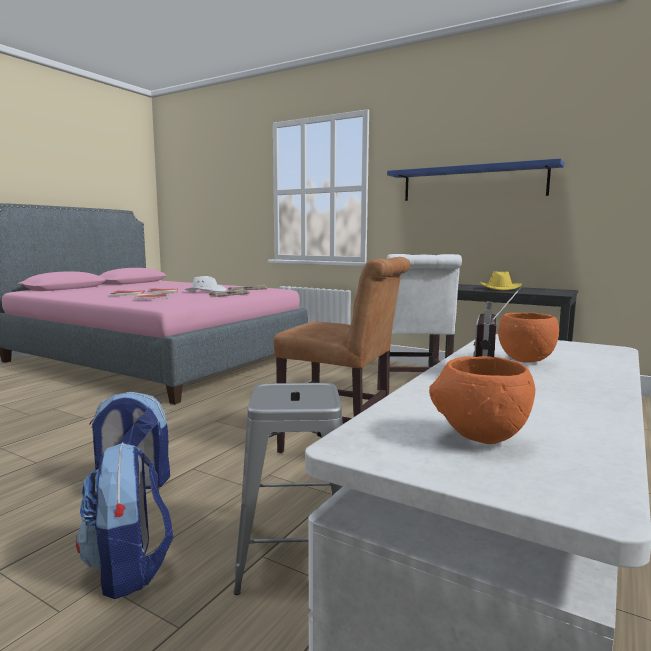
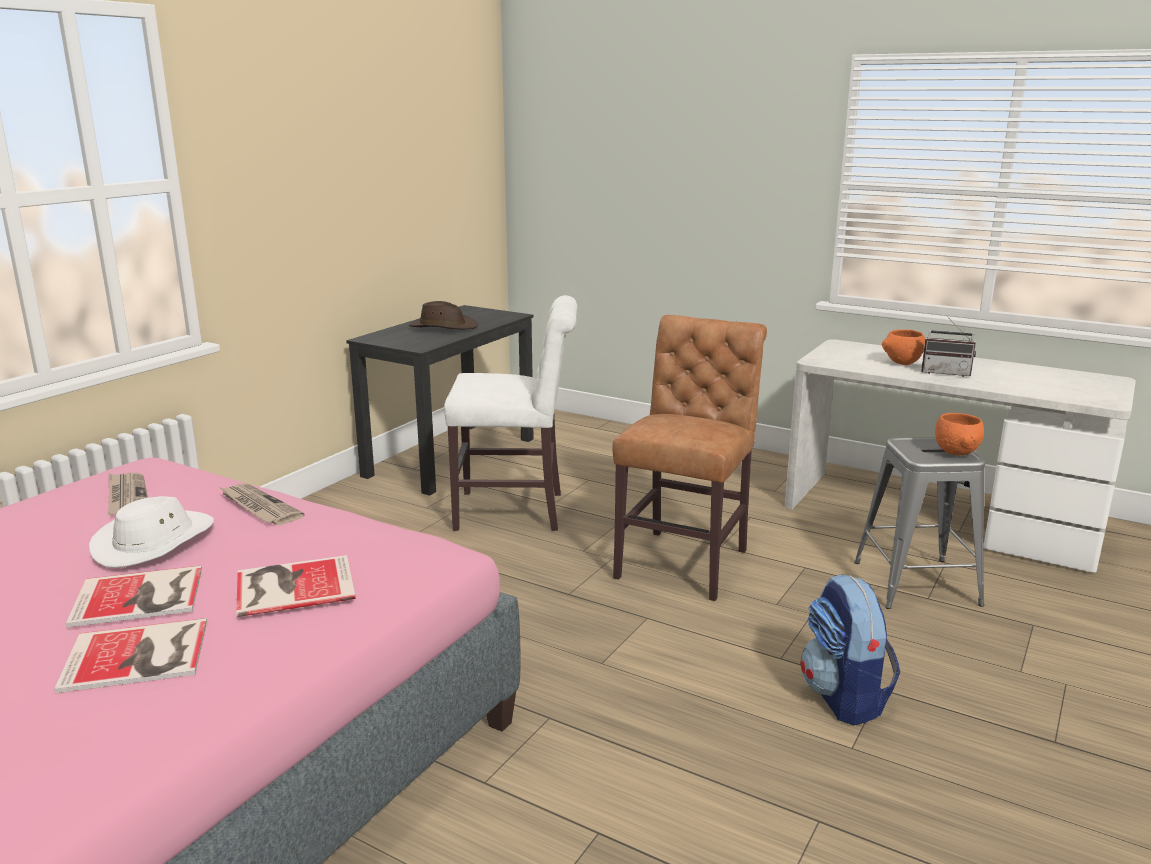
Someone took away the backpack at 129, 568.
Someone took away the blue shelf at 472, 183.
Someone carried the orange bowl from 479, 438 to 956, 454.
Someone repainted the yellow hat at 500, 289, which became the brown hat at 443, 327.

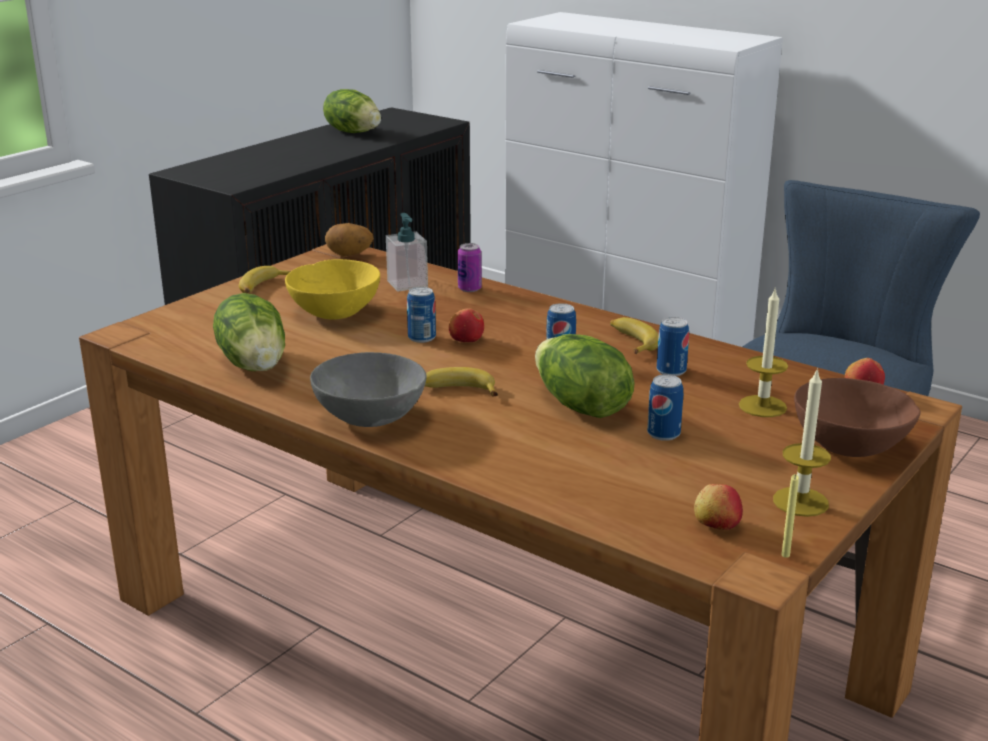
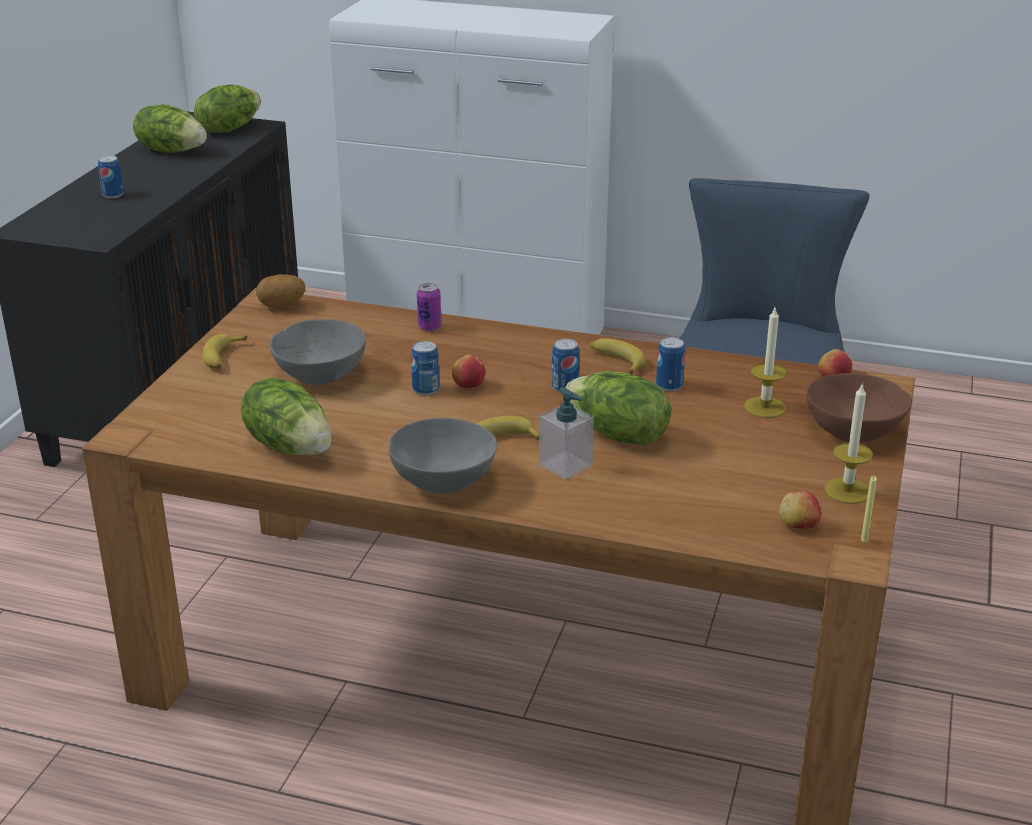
Someone put down the lettuce at 229, 128.
Someone carried the soap dispenser from 407, 284 to 565, 465.
Someone carried the can from 663, 434 to 113, 195.
Someone repainted the yellow bowl at 334, 312, which became the grey bowl at 320, 375.

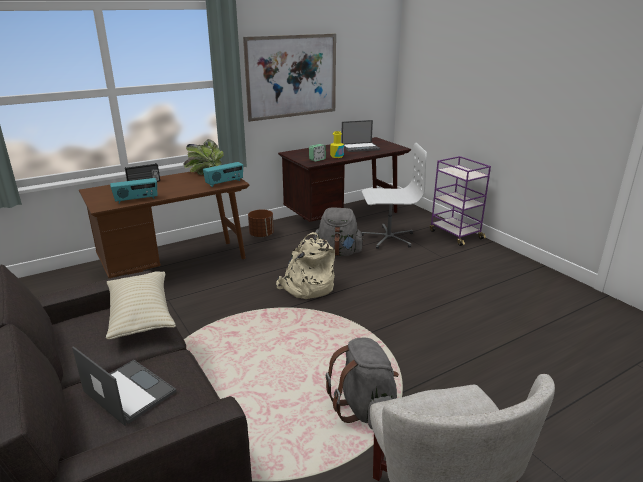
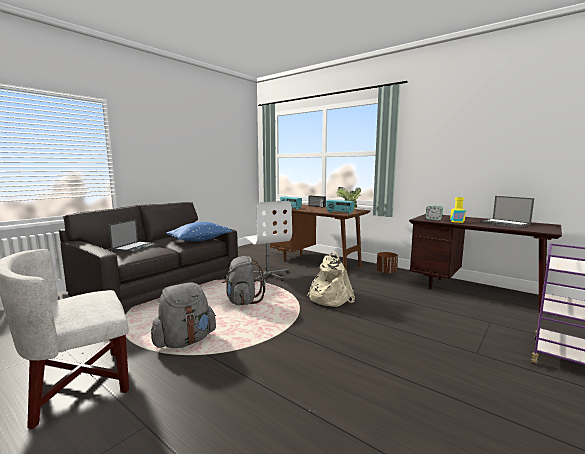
Someone took away the picture at 292, 76.
Someone carried the grey backpack from 338, 253 to 242, 301.
Someone carried the white office chair from 388, 238 to 267, 275.
Someone repainted the beige pillow at 141, 315, which became the blue pillow at 200, 240.

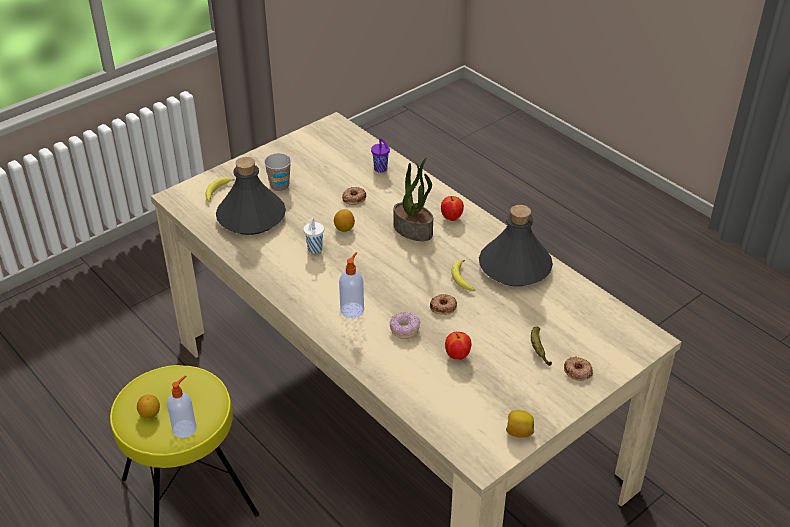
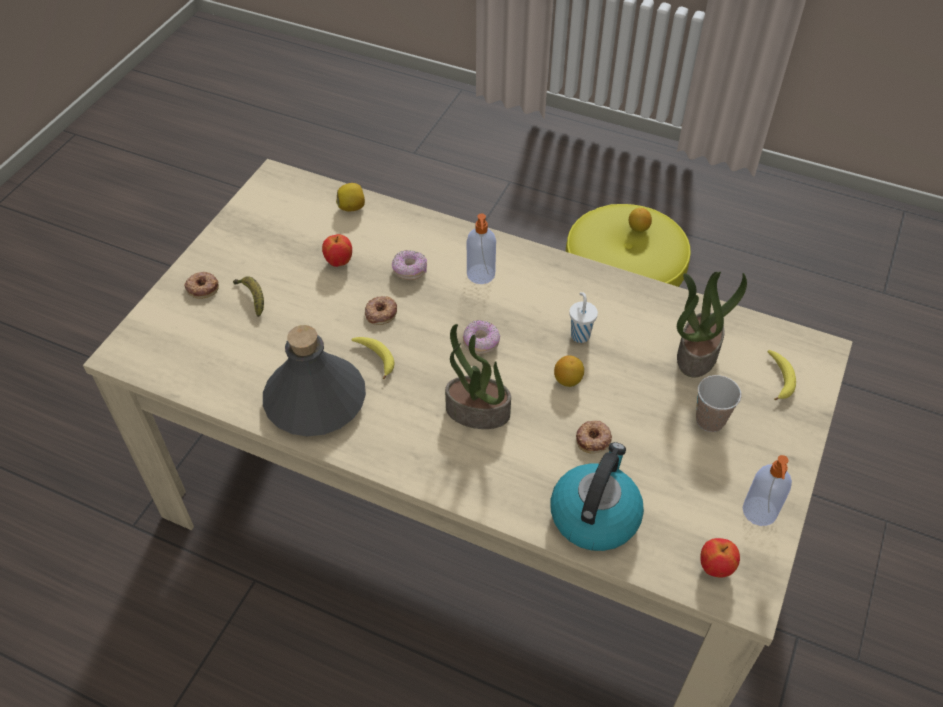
Someone put down the donut at 481, 343.
Someone carried the soap dispenser from 185, 428 to 759, 512.
Someone carried the apple from 451, 218 to 715, 568.
Someone carried the lemon from 518, 432 to 352, 207.
Someone swapped the grey bottle at 251, 218 for the potted plant at 696, 353.
Someone swapped the purple cup at 381, 169 for the kettle at 594, 515.

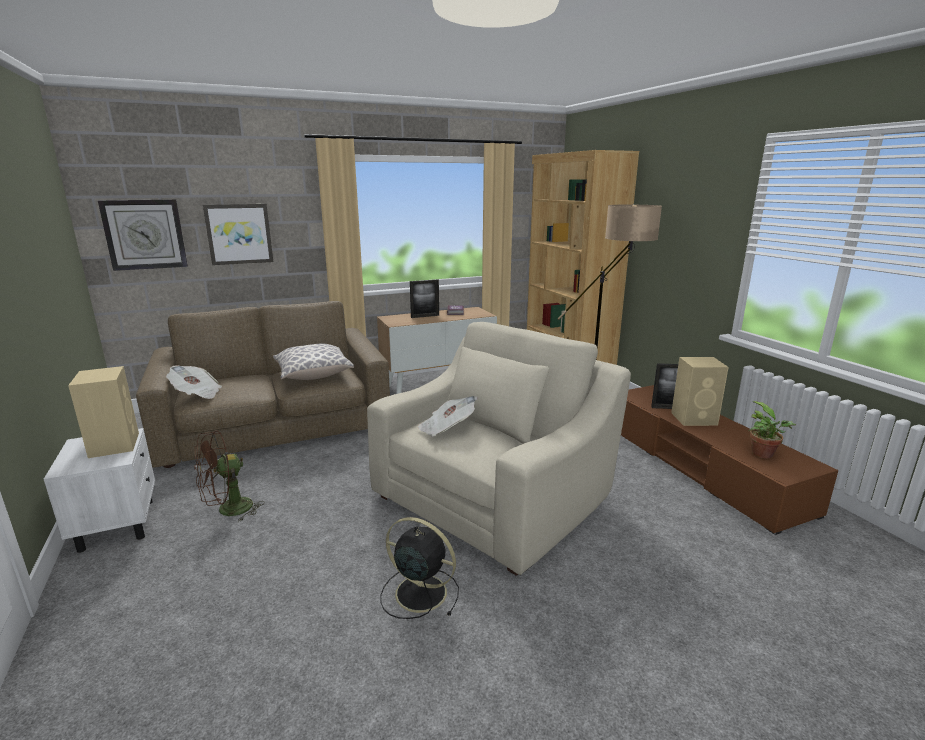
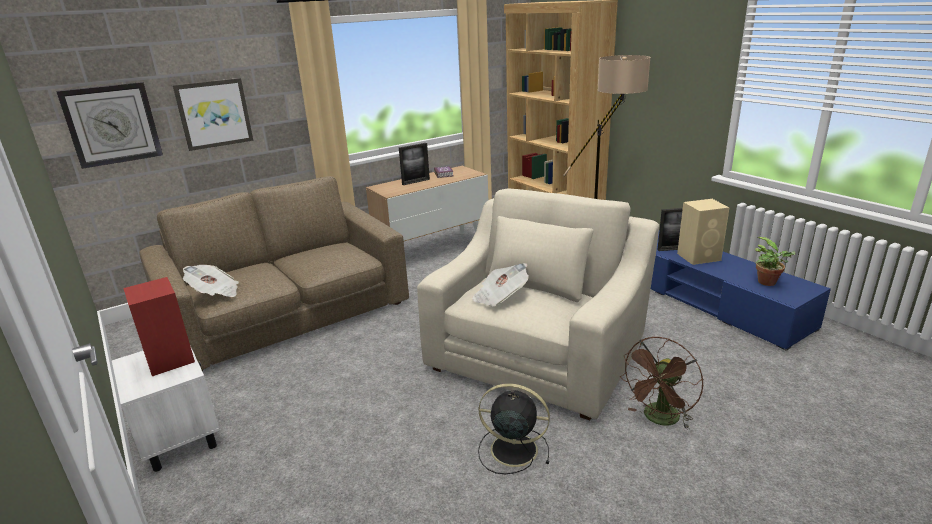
Someone took away the pillow at 313, 375.
Someone carried the brown fan from 228, 511 to 659, 420.
Someone repainted the beige speaker at 114, 444, which became the red speaker at 169, 358.
Someone repainted the brown tv stand at 700, 467, which became the blue tv stand at 707, 300.

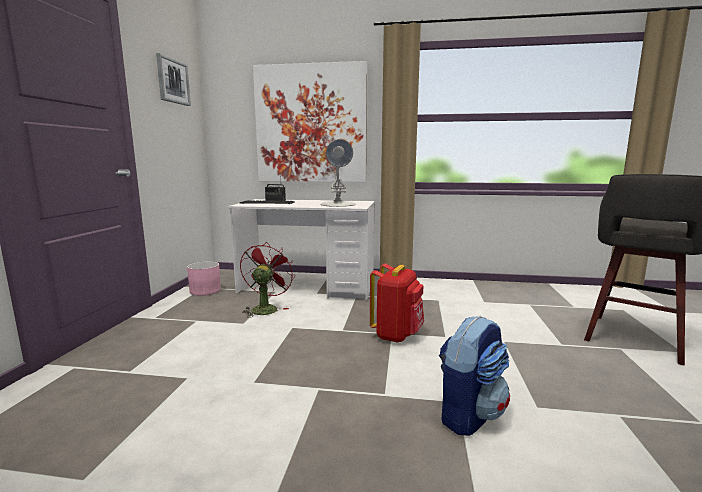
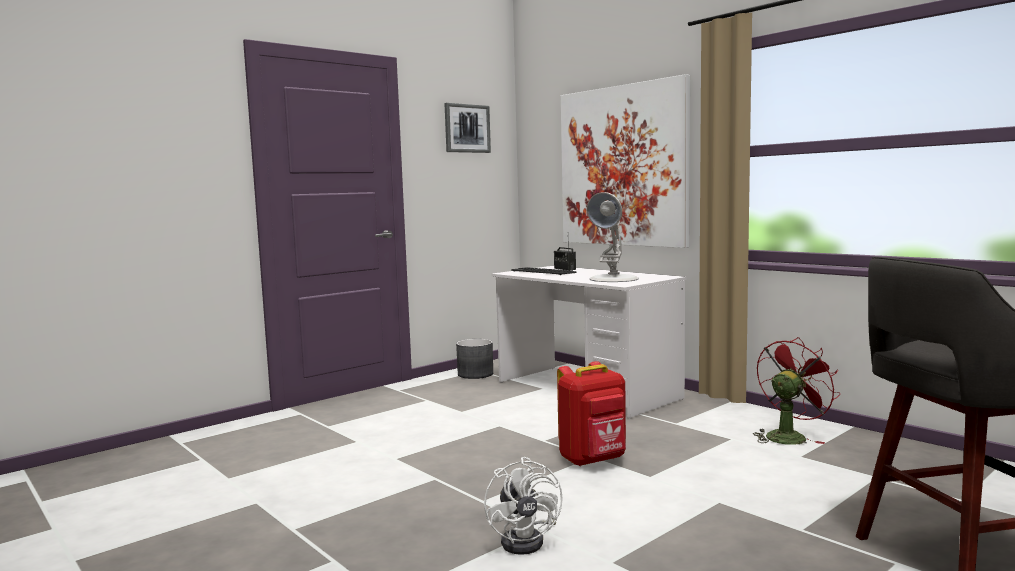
Someone carried the red fan from 266, 308 to 789, 436.
Someone swapped the backpack at 469, 414 for the white fan at 528, 540.
Someone repainted the pink planter at 205, 290, which became the grey planter at 475, 374.

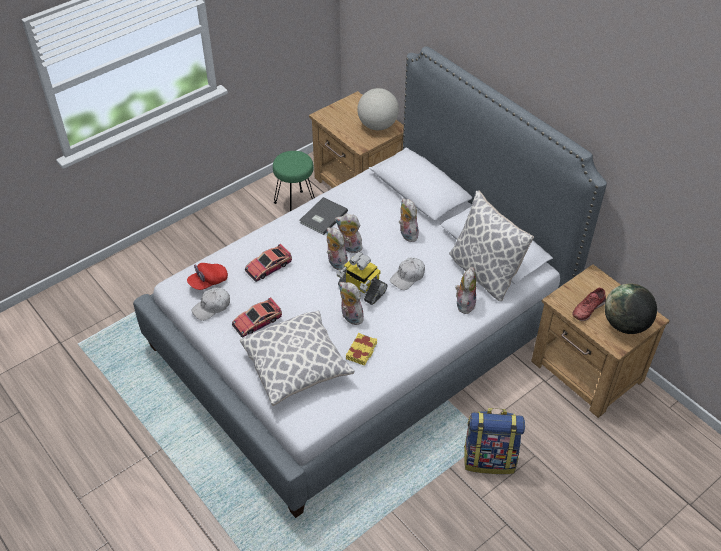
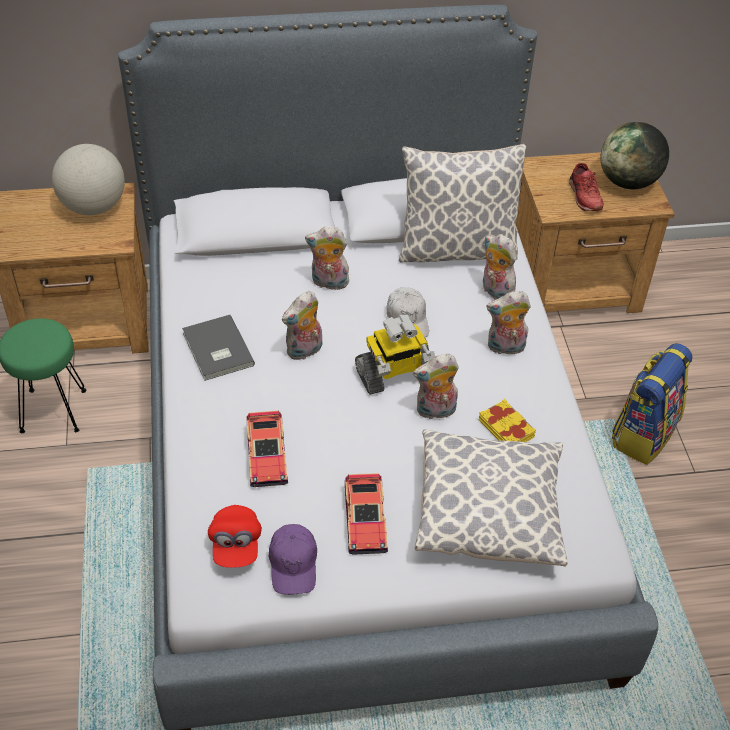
Someone carried the plush toy from 335, 263 to 505, 348.
Someone repainted the white cap at 212, 307, which became the purple cap at 293, 564.

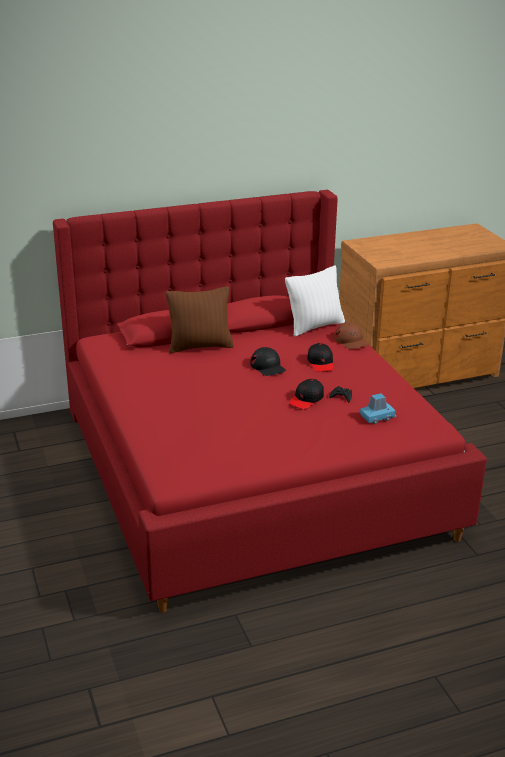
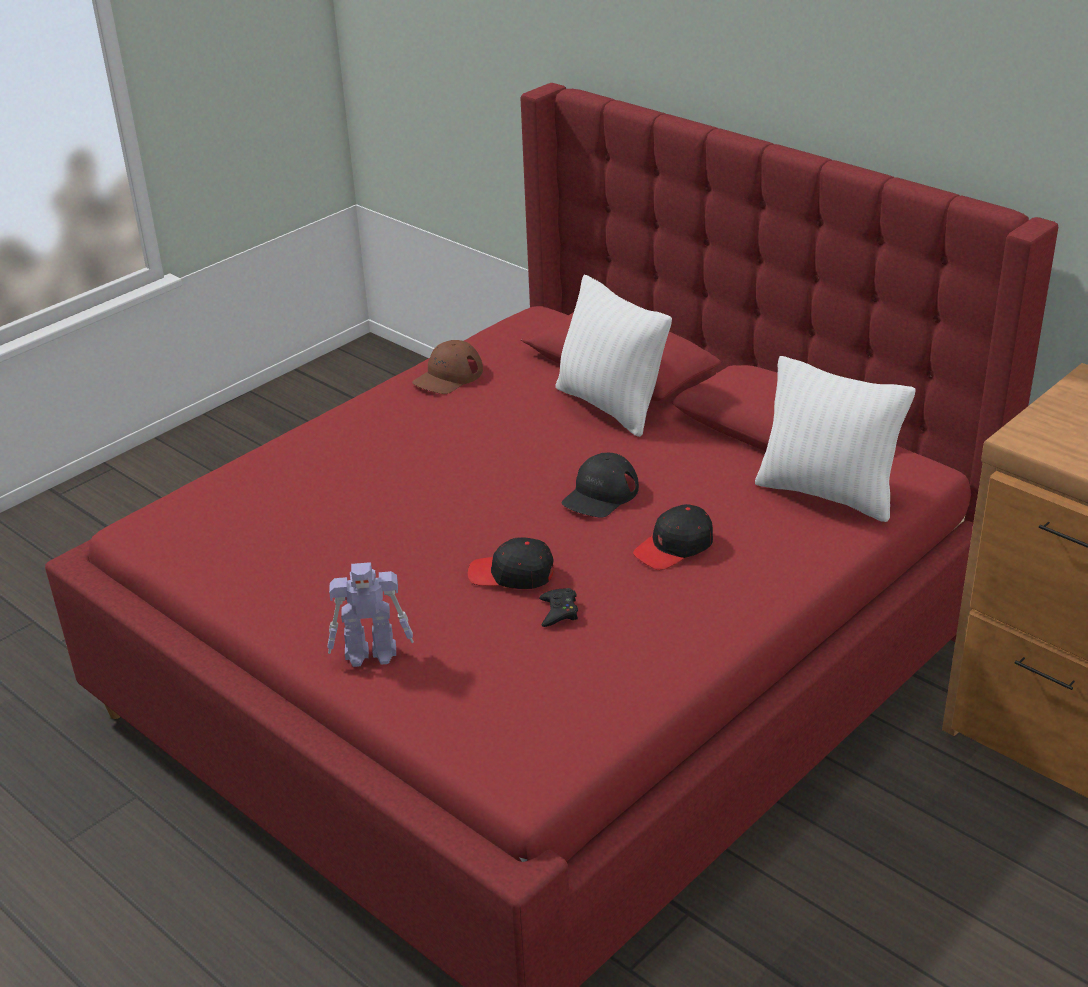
Someone took away the blue toy car at 377, 417.
Someone put down the toy robot at 372, 654.
Someone carried the brown cap from 351, 341 to 448, 376.
Someone repainted the brown pillow at 200, 346, which became the white pillow at 610, 406.

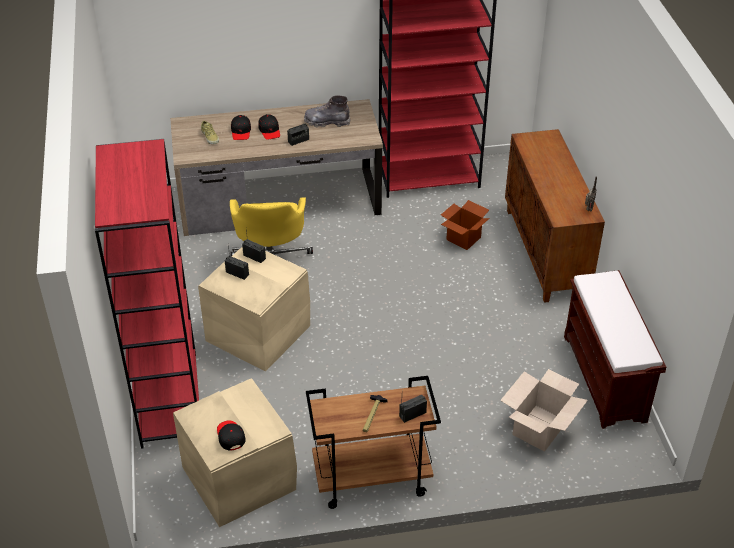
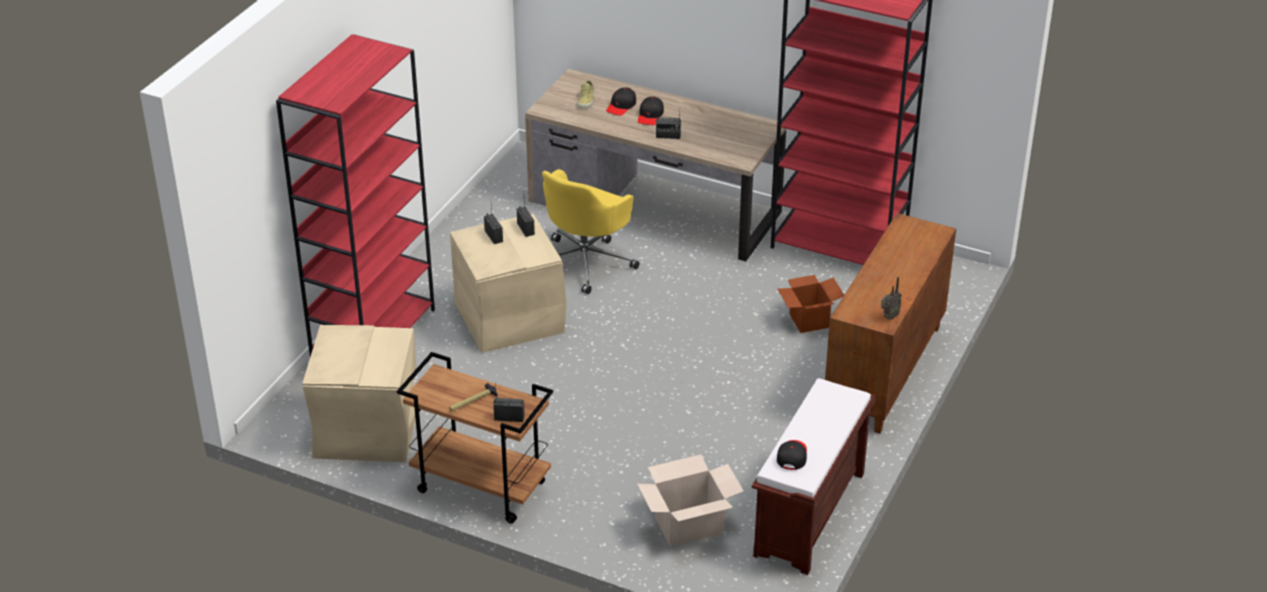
Someone took away the grey boot at 327, 122.
Someone carried the black cap from 230, 437 to 792, 456.

